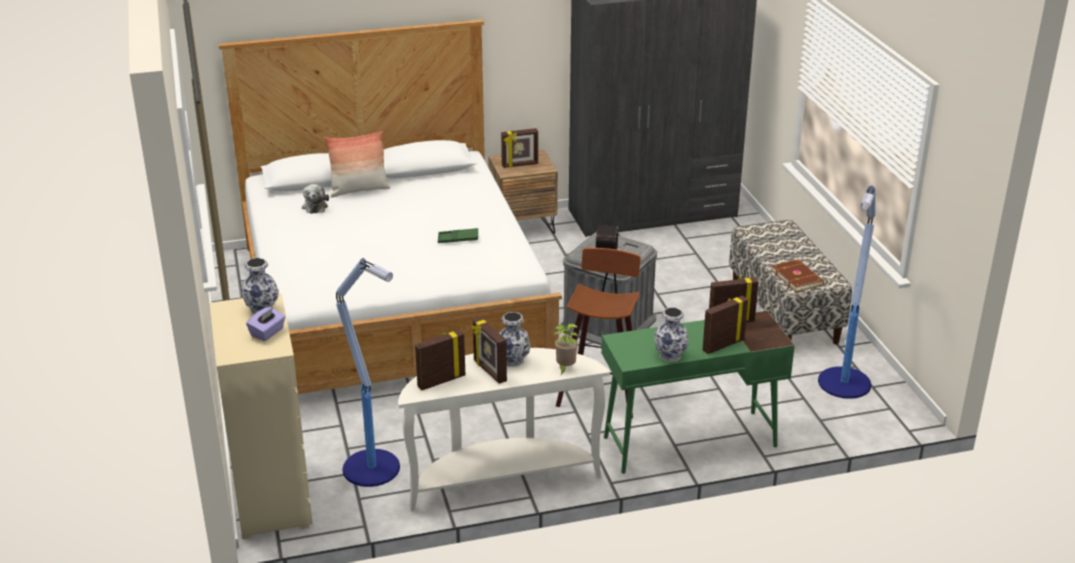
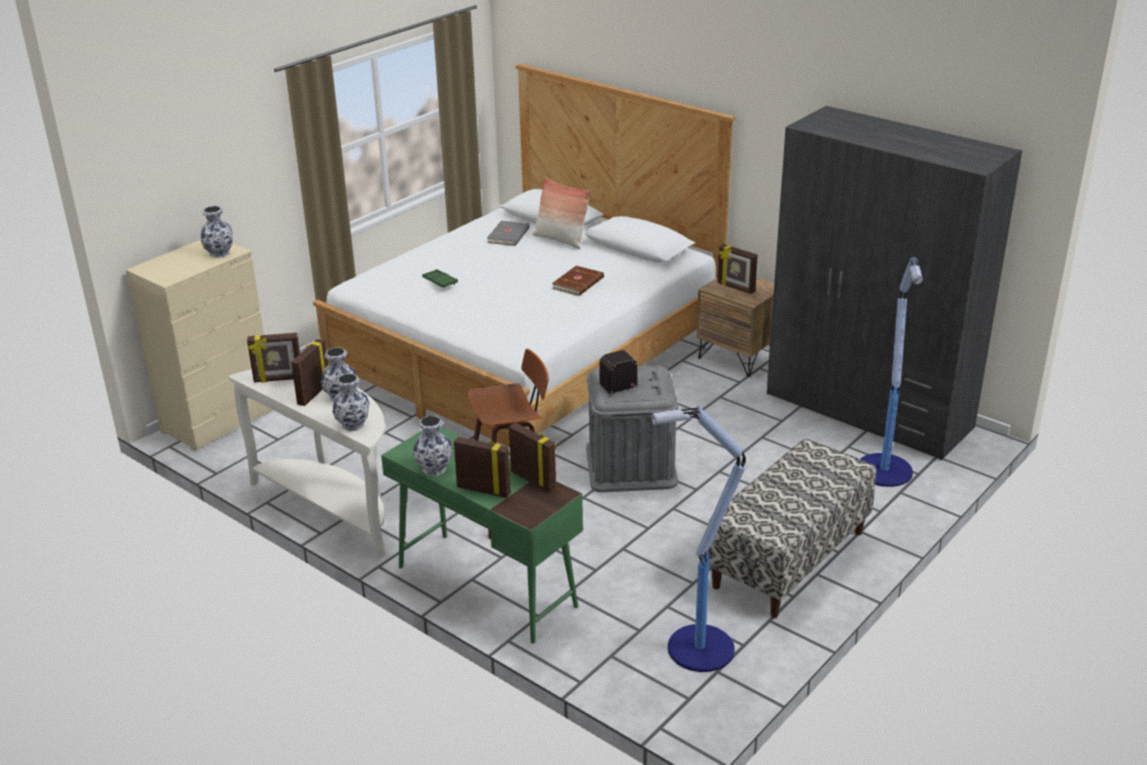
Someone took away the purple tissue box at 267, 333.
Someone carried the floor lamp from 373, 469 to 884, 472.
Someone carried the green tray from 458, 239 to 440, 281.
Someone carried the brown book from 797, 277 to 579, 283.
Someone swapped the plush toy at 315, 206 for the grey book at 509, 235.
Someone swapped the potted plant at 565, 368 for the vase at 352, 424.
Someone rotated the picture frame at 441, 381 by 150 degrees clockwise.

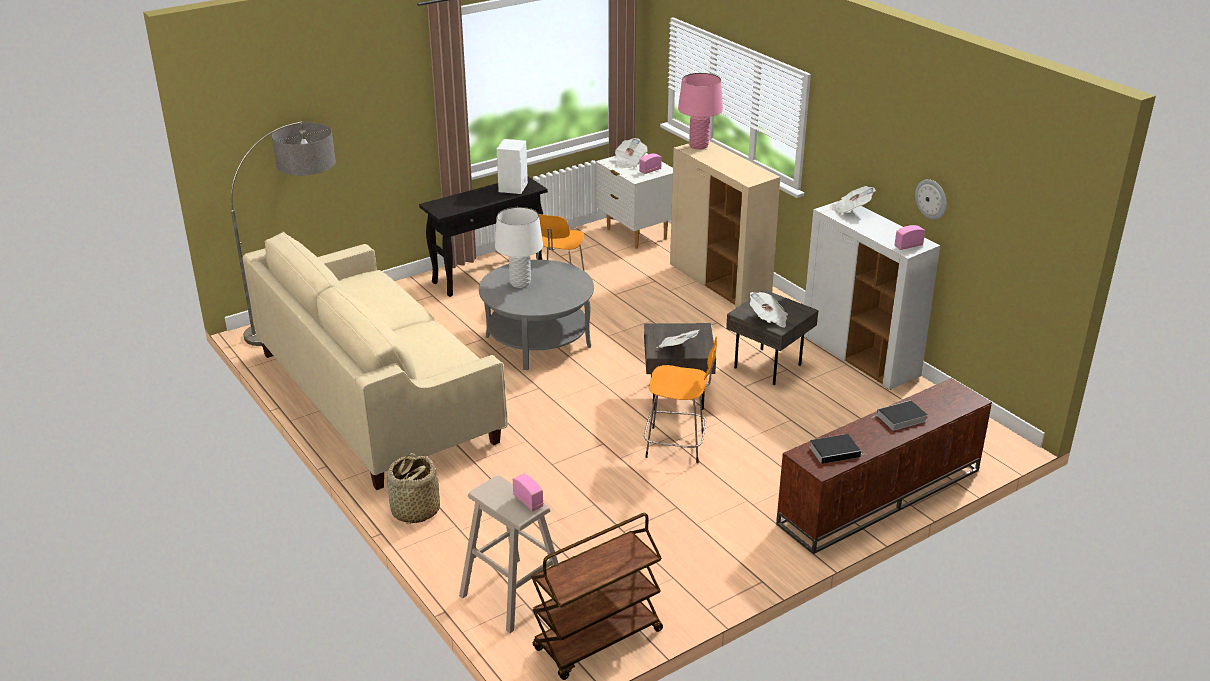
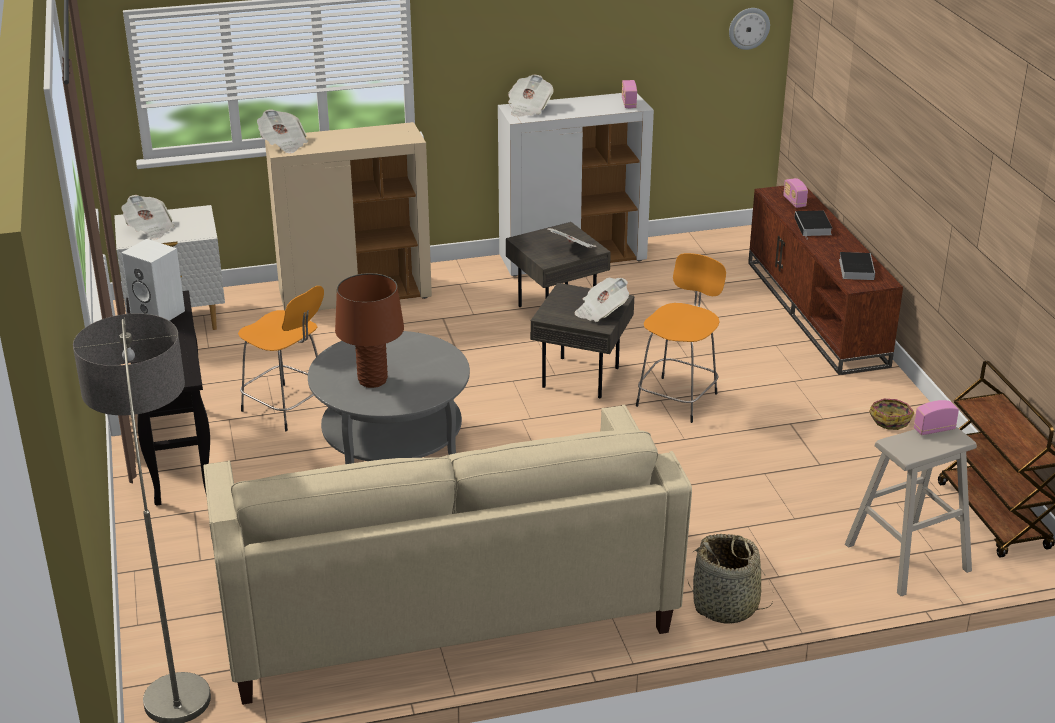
Someone put down the basket at 890, 420.
Someone carried the radio from 650, 171 to 794, 202.
Someone carried the wall clock from 931, 199 to 748, 28.
Someone swapped the pink table lamp at 698, 146 for the newspaper at 283, 144.
Someone repainted the white table lamp at 520, 283, which became the brown table lamp at 373, 381.

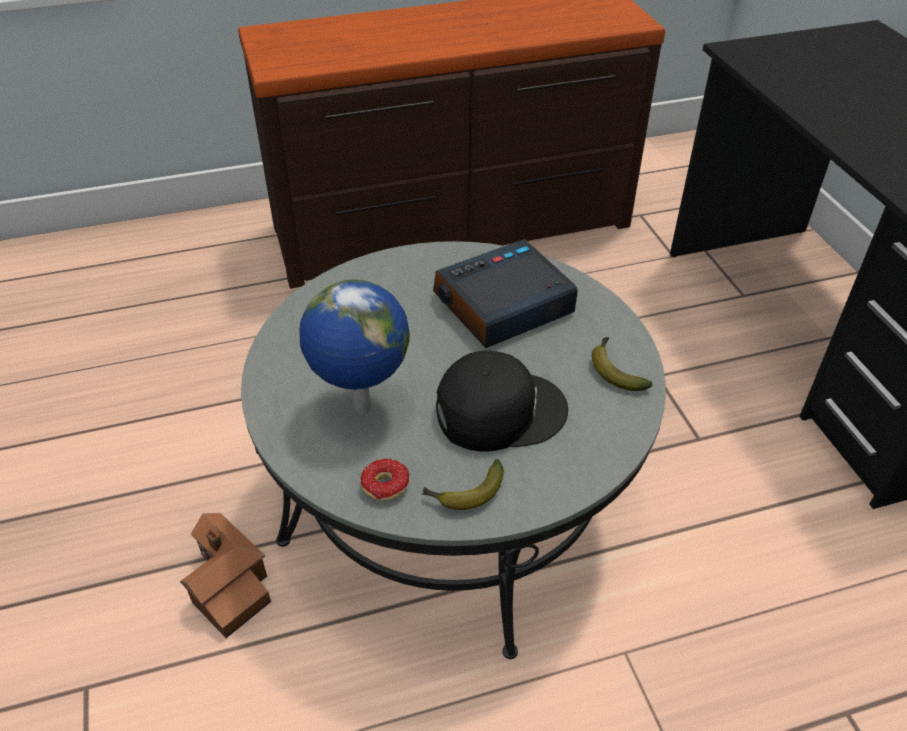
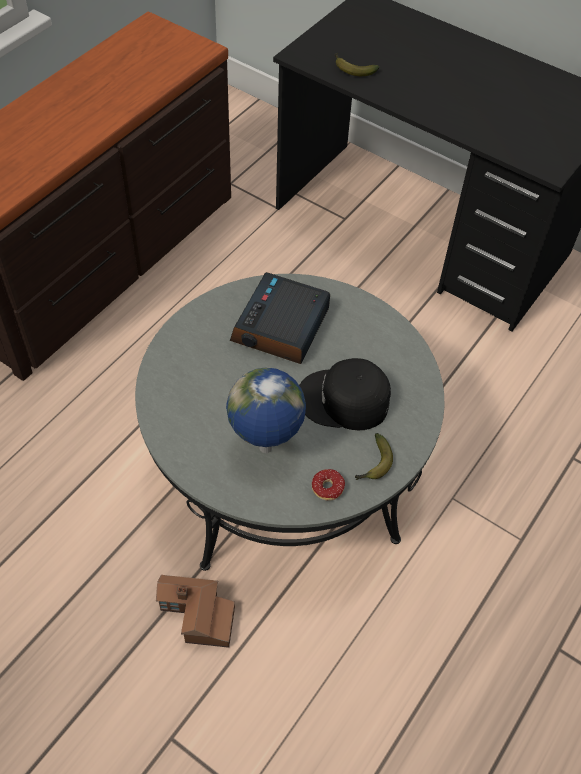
Someone carried the banana from 615, 370 to 352, 69.
Someone rotated the black cap at 499, 410 by 120 degrees counterclockwise.

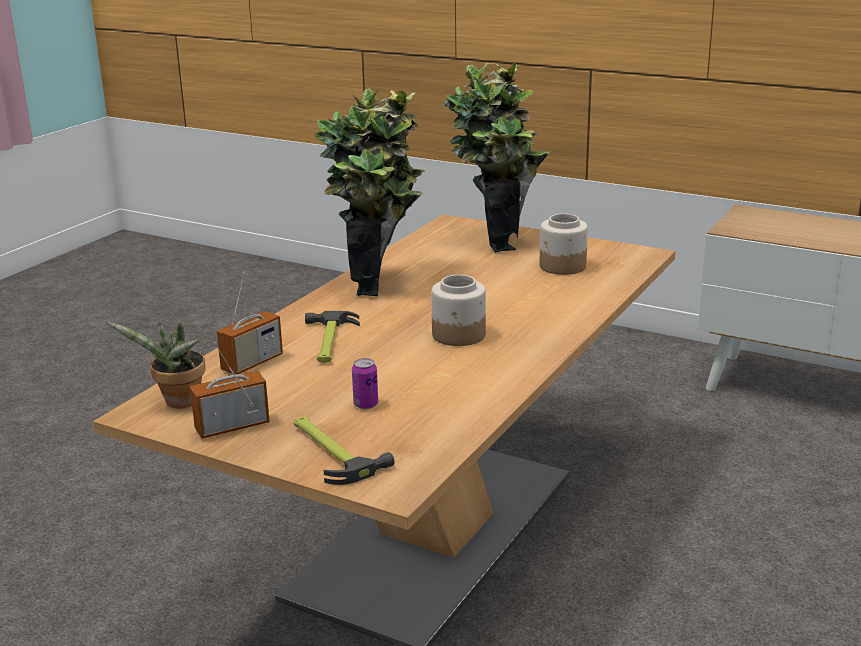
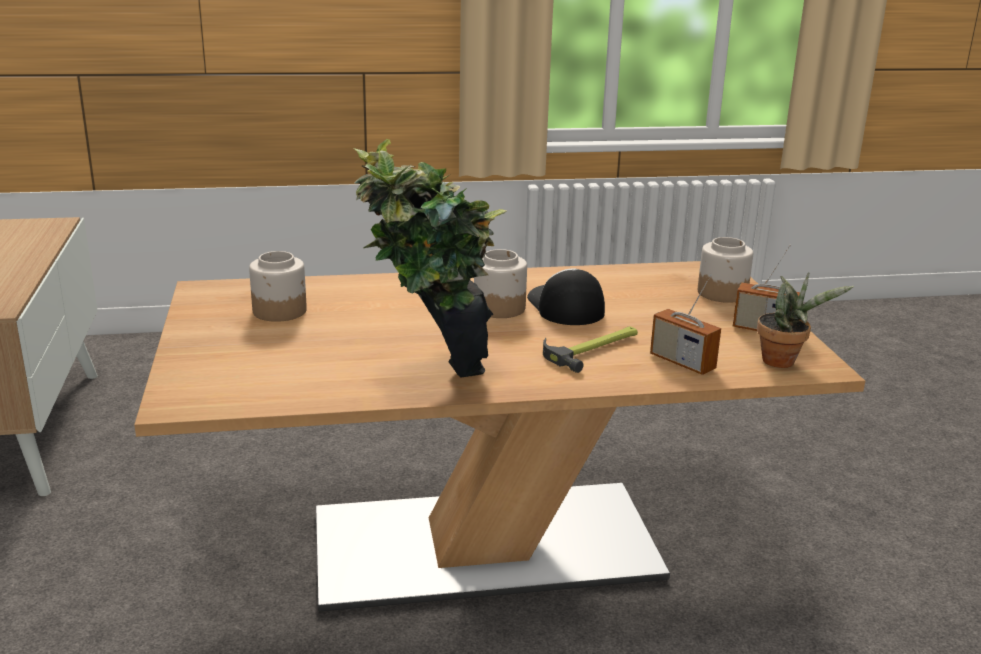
Someone took away the can at 366, 404.
Someone took away the potted plant at 496, 239.
Someone put down the cap at 565, 306.
Someone swapped the hammer at 331, 451 for the jar at 722, 293.
Someone rotated the radio at 252, 363 by 135 degrees counterclockwise.

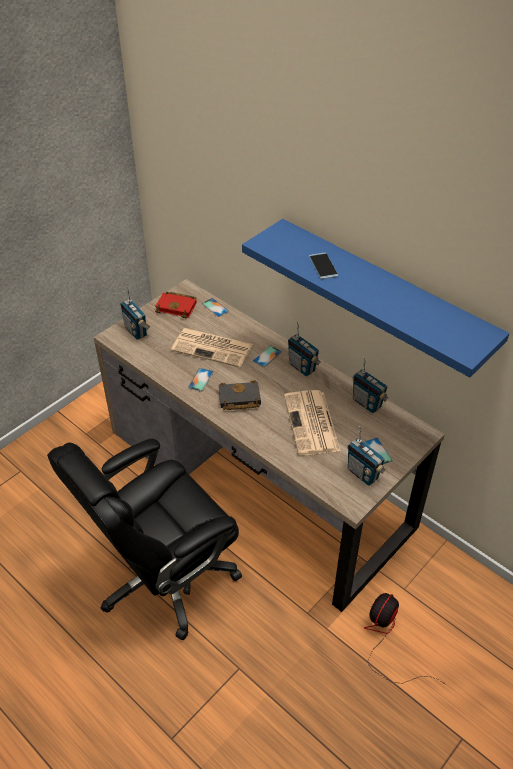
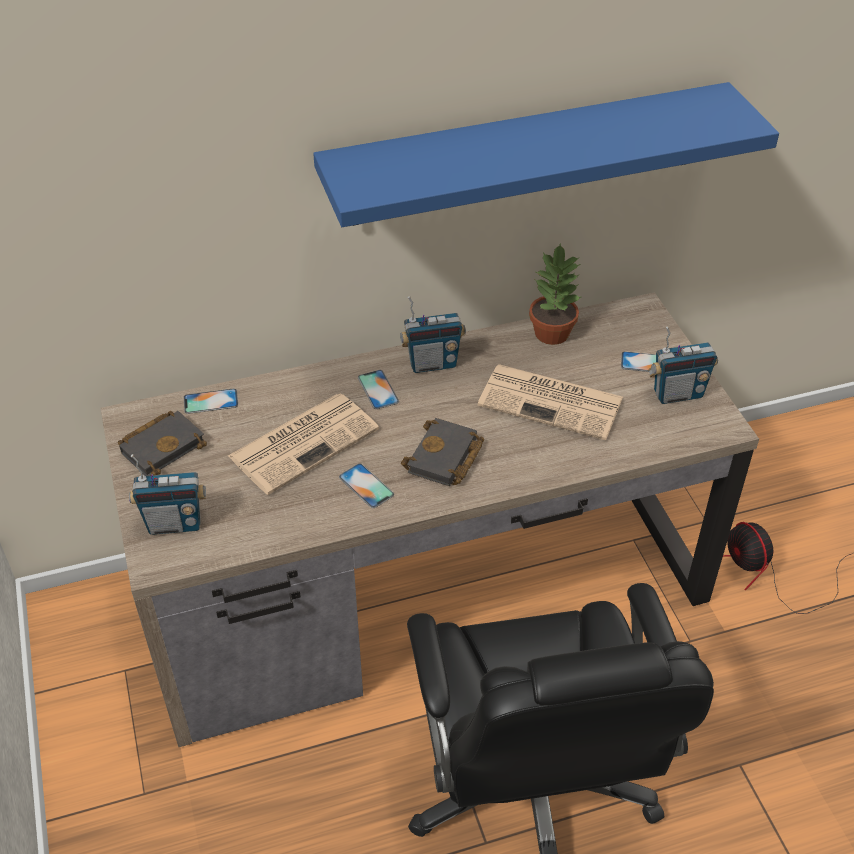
Someone took away the phone at 323, 266.
Someone swapped the radio at 367, 403 for the potted plant at 552, 333.
Someone repainted the red book at 177, 307, which became the black book at 163, 446.

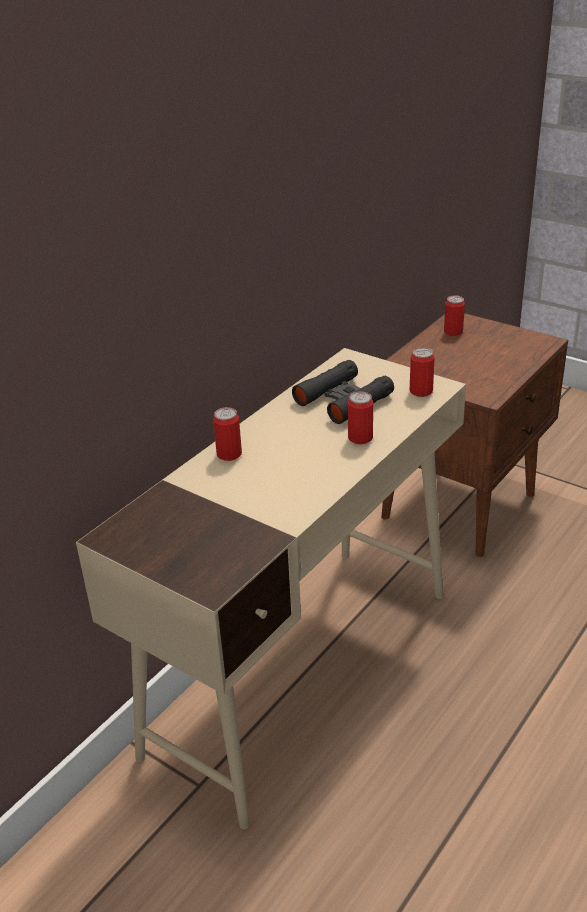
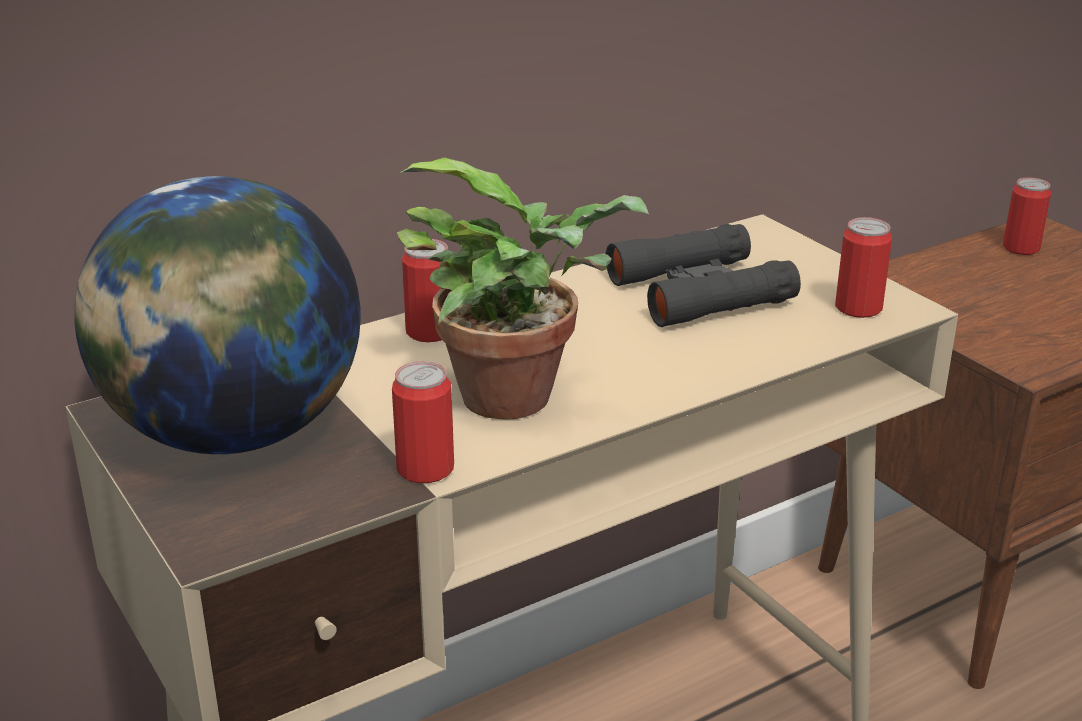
Someone put down the globe at 234, 433.
Someone put down the potted plant at 519, 397.
Someone carried the can from 360, 438 to 425, 469.

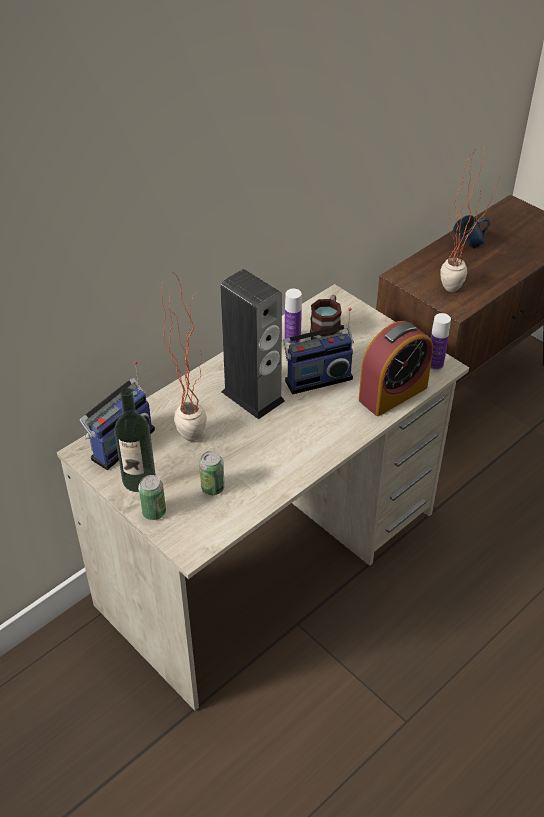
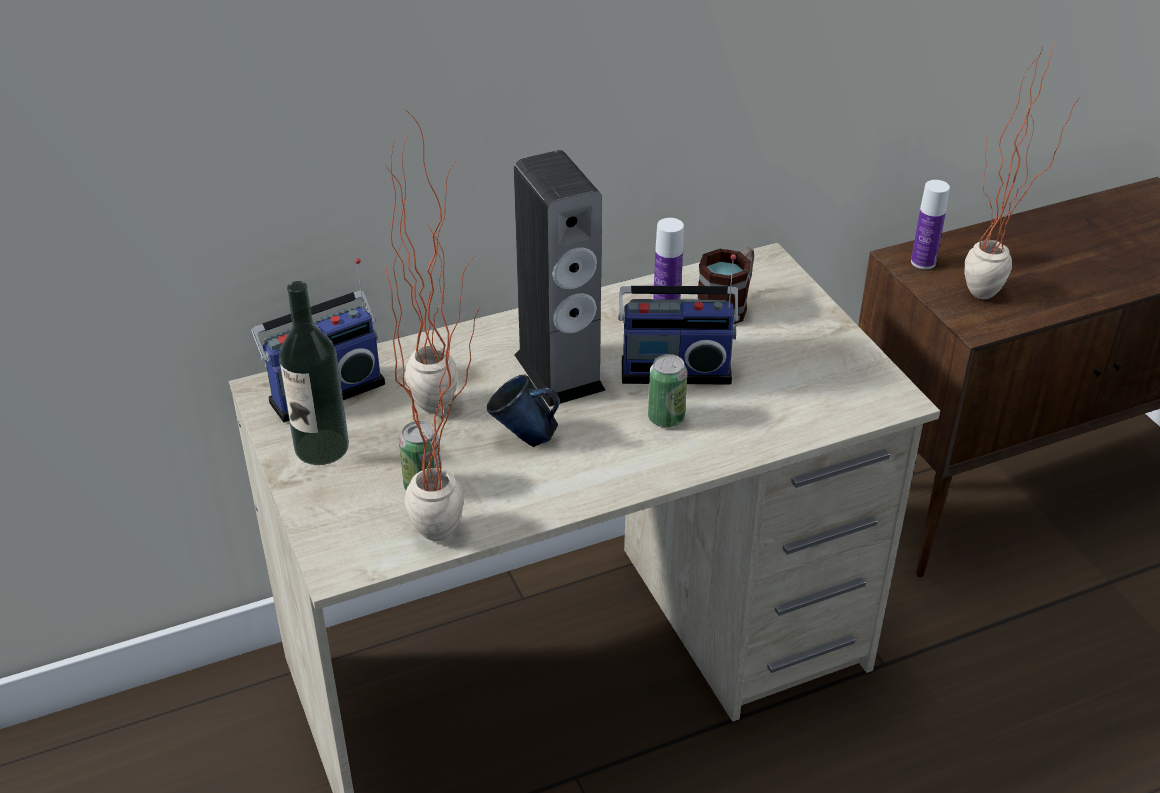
Someone took away the alarm clock at 393, 393.
Someone put down the potted plant at 455, 529.
Someone carried the can from 154, 512 to 666, 418.
Someone carried the bottle from 435, 364 to 923, 262.
Someone carried the blue mug from 468, 246 to 525, 439.

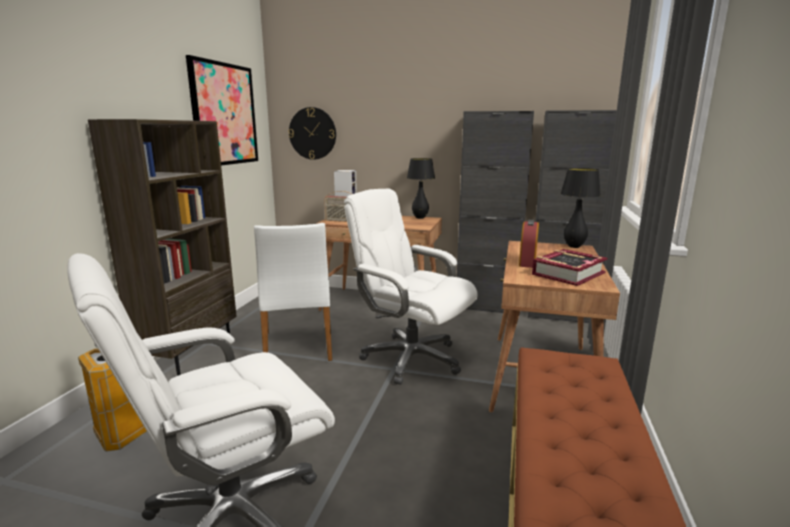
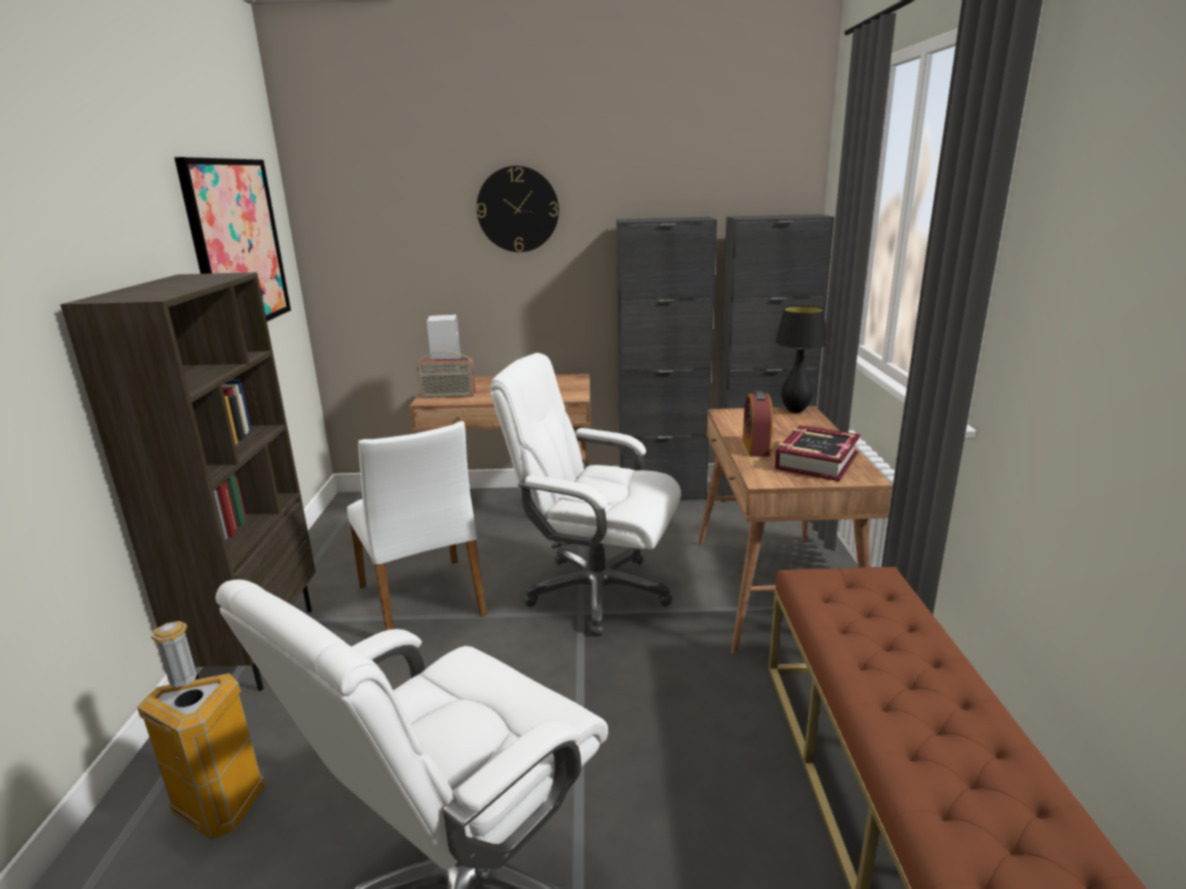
Someone took away the black table lamp at 420, 218.
Someone carried the wall clock from 312, 133 to 518, 209.

